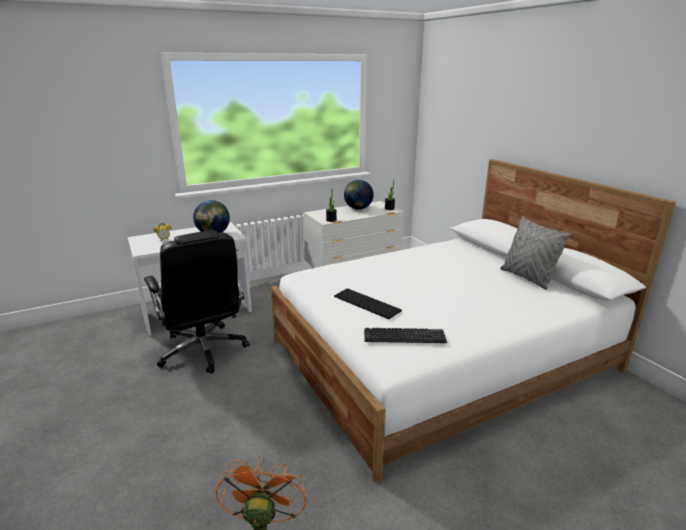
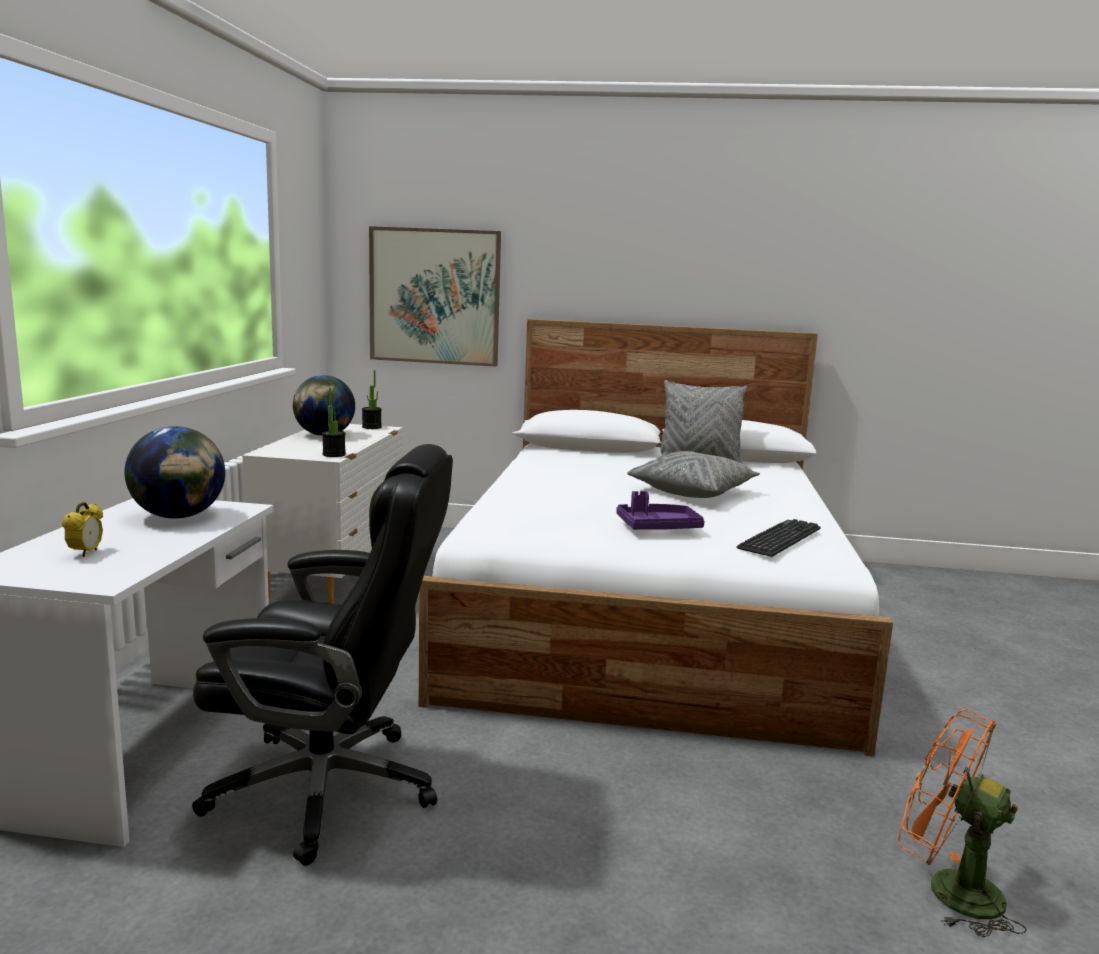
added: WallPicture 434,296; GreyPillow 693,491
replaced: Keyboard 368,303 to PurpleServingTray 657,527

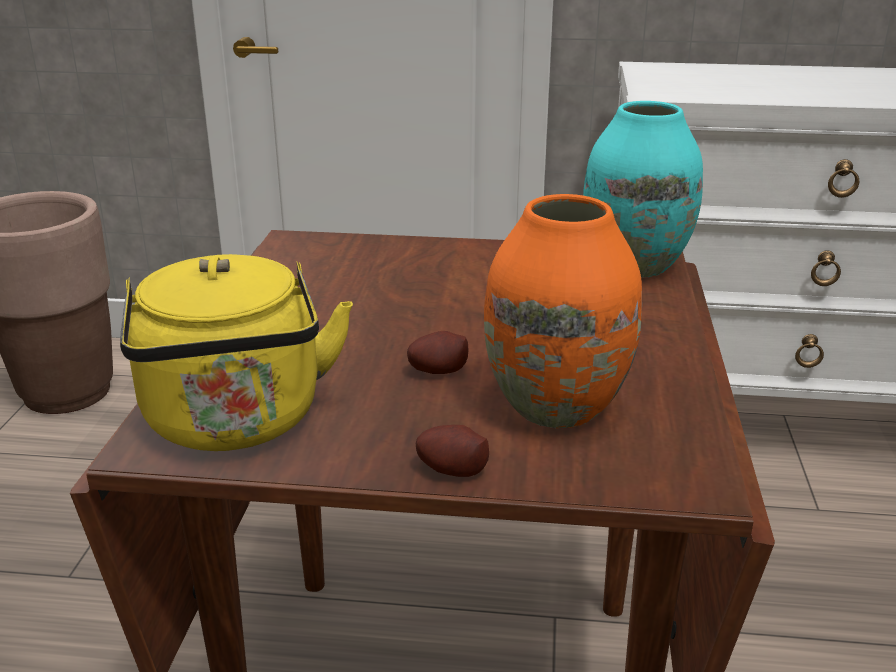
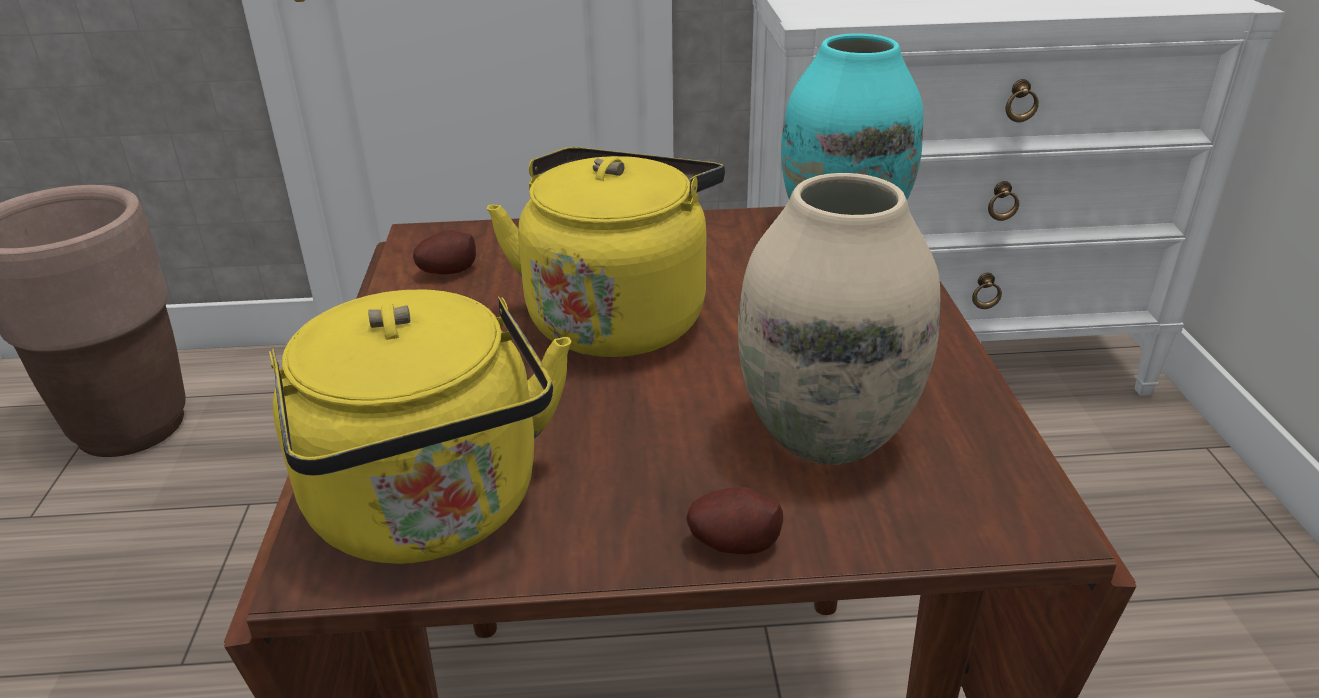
added: YellowColouredKettle 618,316
moved: Spud 437,370 to 447,271
recoloured: OrangeDecorativeVase 554,406 to BeigeDecorativeVase 824,433

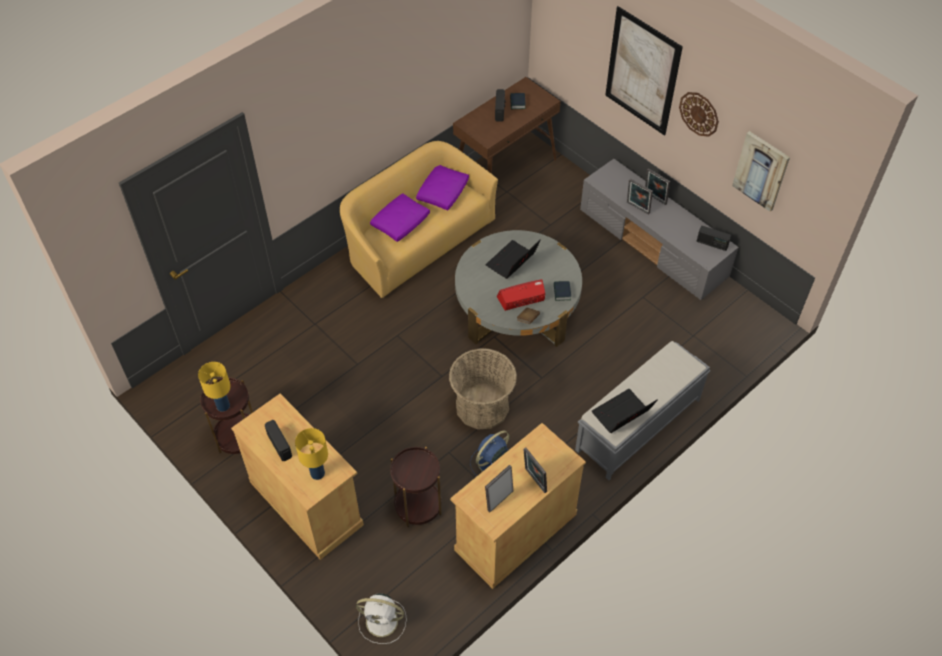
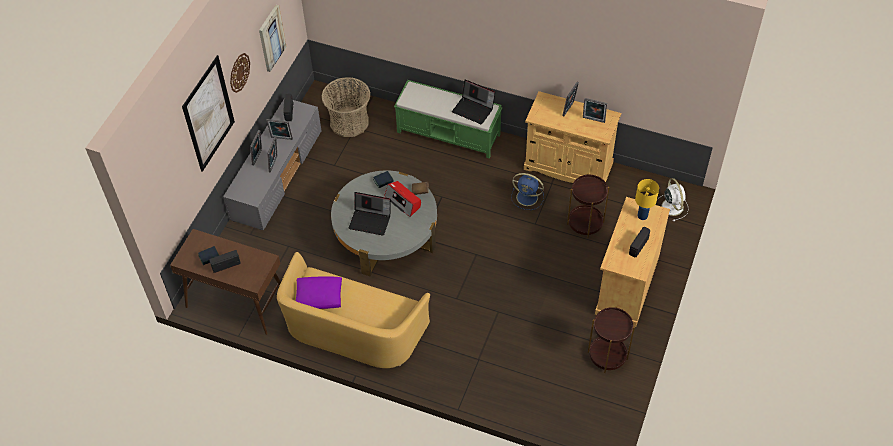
removed: YellowColouredLampForATable 223,405; PurplePillow 400,222
added: StandingFrame 281,139
moved: StorageBasket 482,406 to 349,122
recoloured: GreyLongSeat 637,425 to GreenLongSeat 449,133

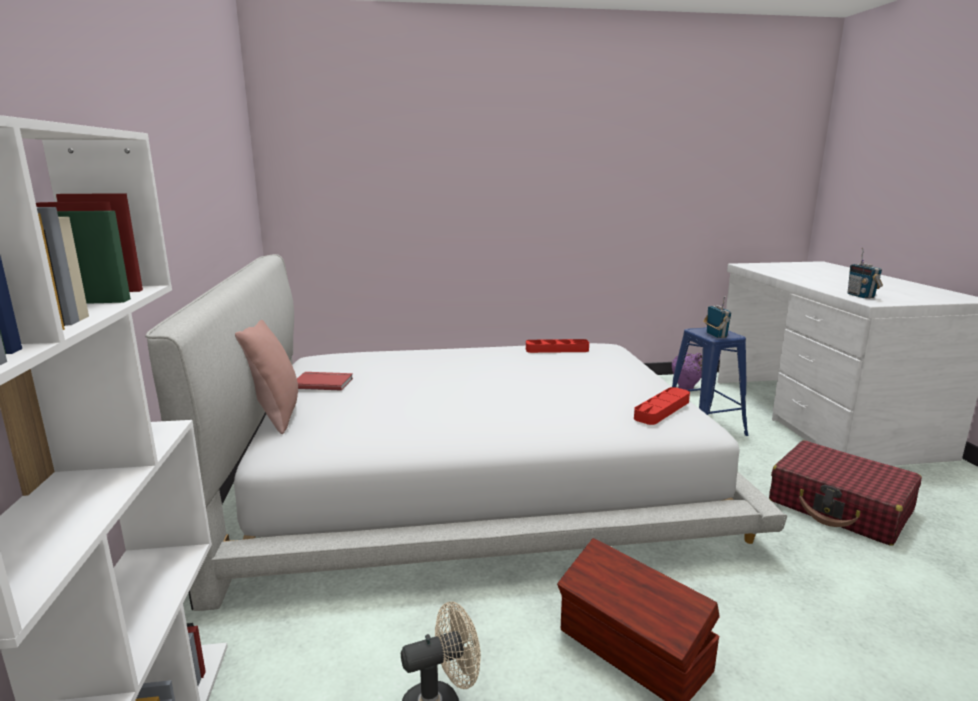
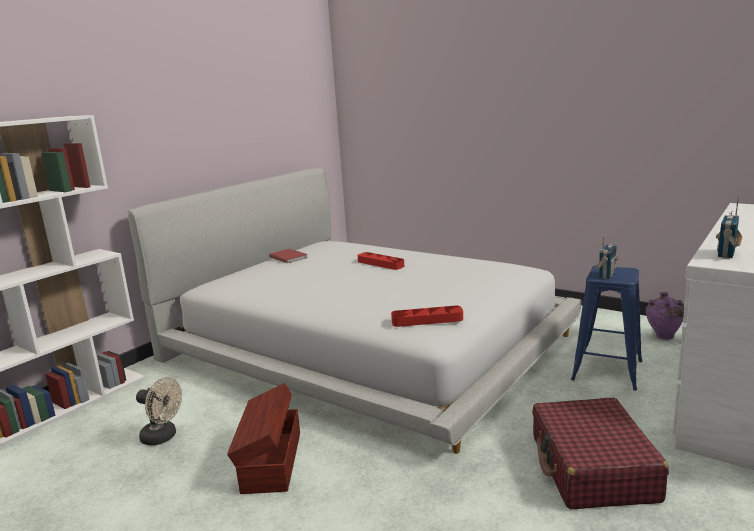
removed: PinkColouredPillow 274,414
moved: ReddishServingTray 557,349 to 380,264

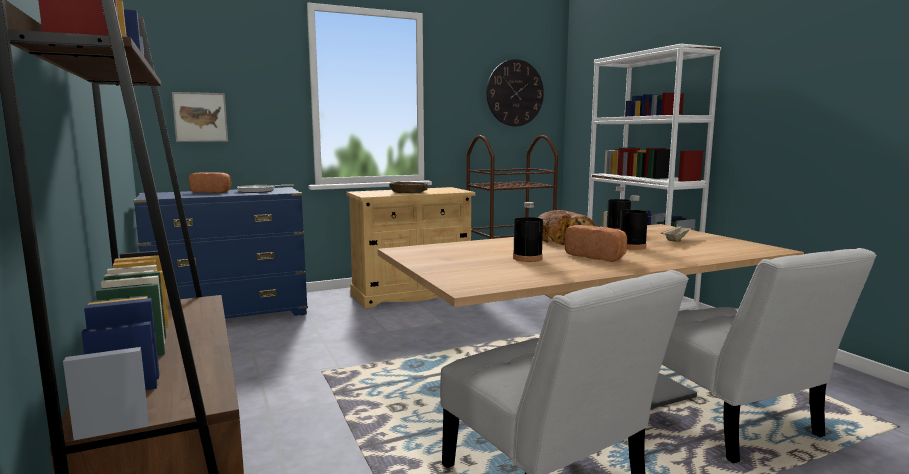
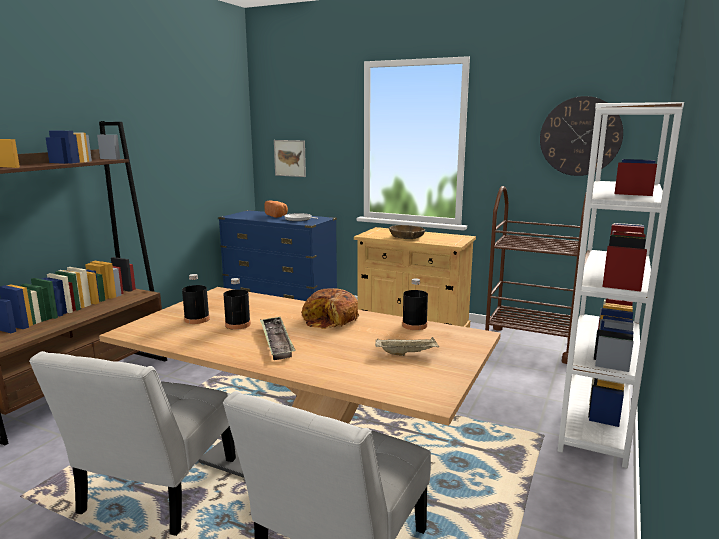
moved: BlackColouredBeverageBottle 632,247 to 197,319
replaced: BakeryBread 597,256 to ServingTray 276,341

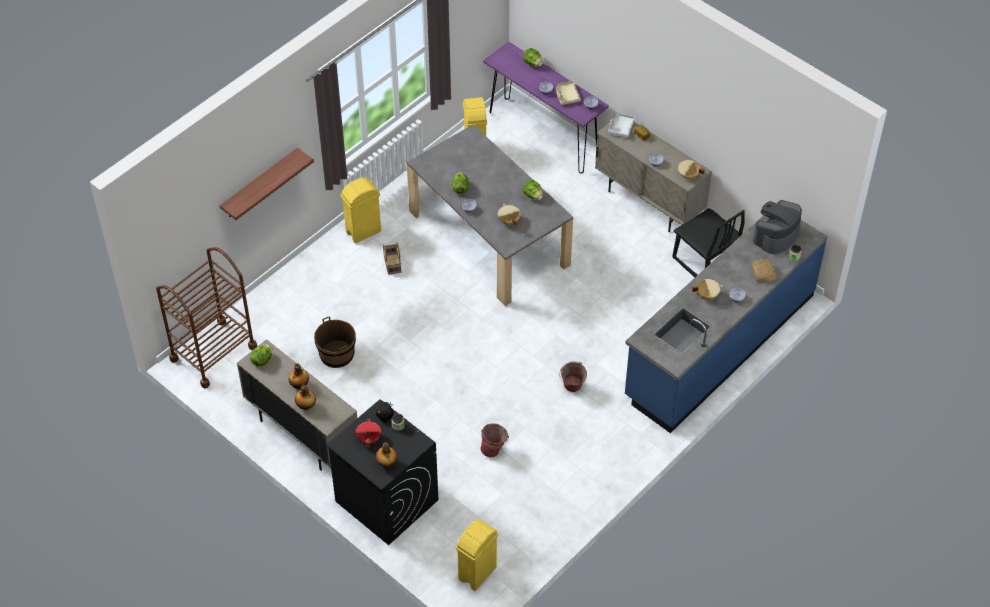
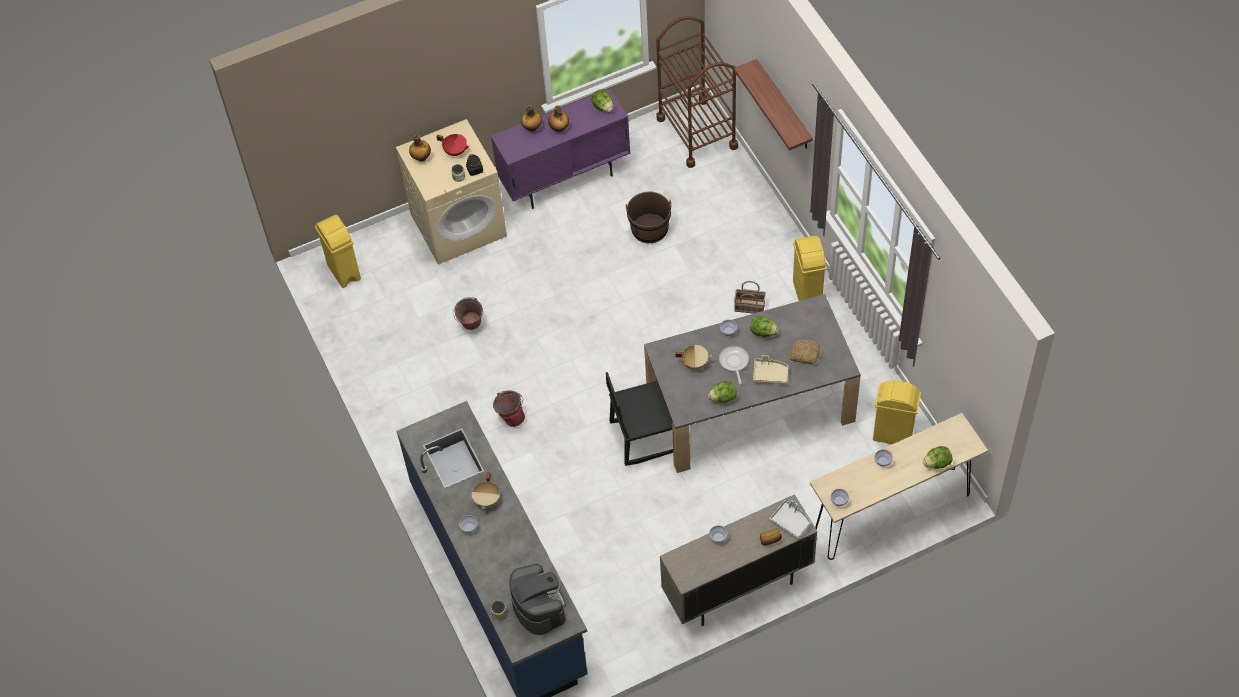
removed: BeigeStockpot 688,176
added: Pan 734,362
moved: BlackColouredPlainChair 704,262 to 645,436; BeigeServingTray 567,96 to 770,374; BakeryBread 763,273 to 804,354
recoloured: BlackColouredLaundryMachine 386,500 to BeigeLaundryMachine 459,224; BeigeStorageCabinet 303,435 to PurpleStorageCabinet 565,179; PurpleHallTable 543,135 to BeigeHallTable 892,514

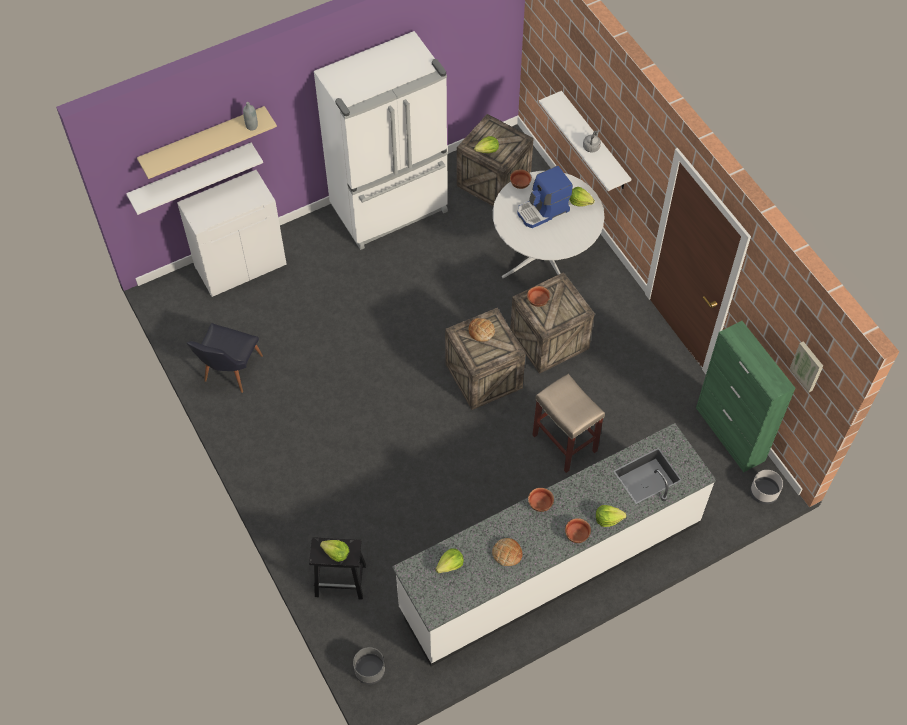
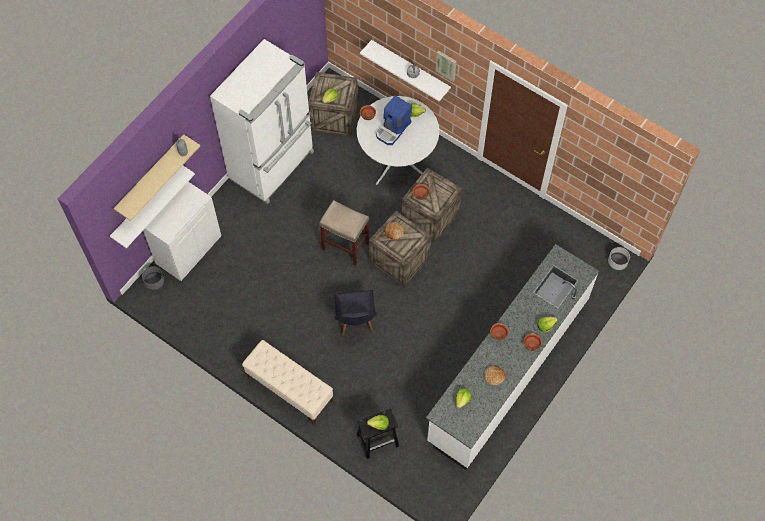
removed: GreenStorageCabinet 730,434
added: BeigeLongSeat 289,389
moved: GreyPlantPot 369,670 to 154,282; BeigeSittingStool 563,442 to 345,246; BlackColouredPlainChair 229,372 to 356,322; WallPicture 808,366 to 446,65

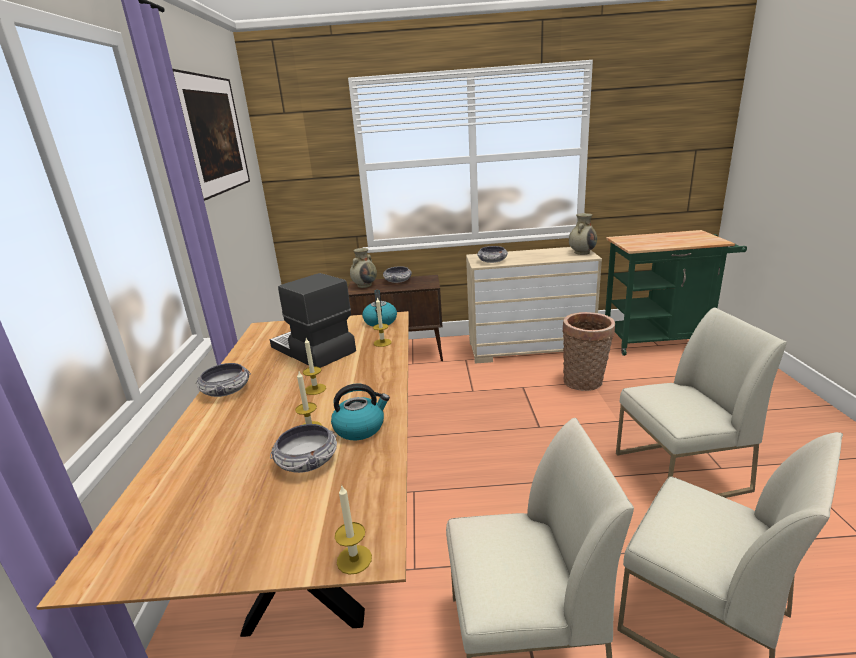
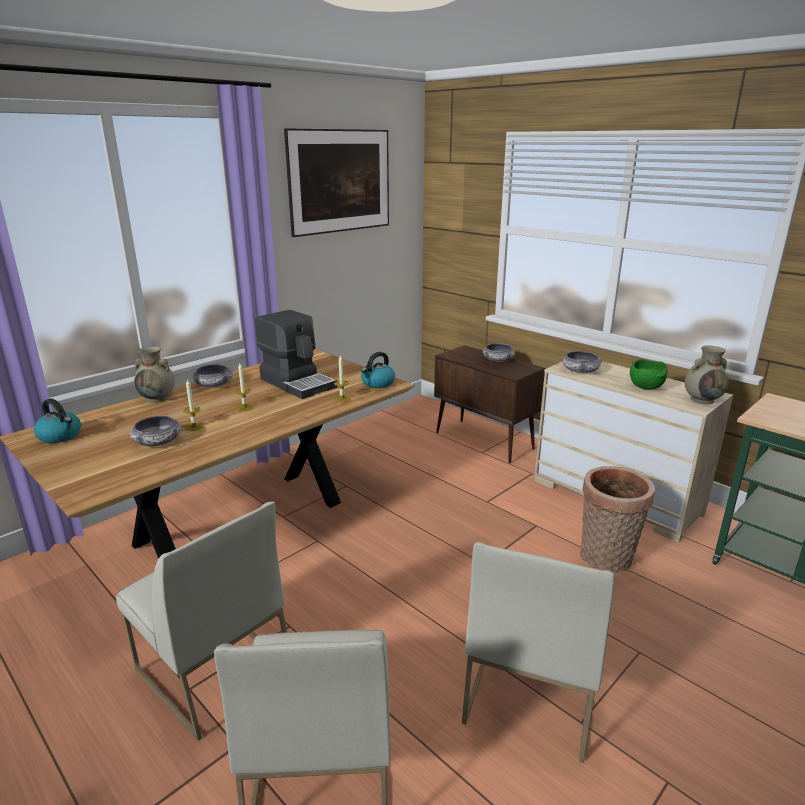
removed: WaxCandle 354,559
added: GreenBowl 647,388
moved: Kettle 360,428 to 60,436; BeigeDecorativeVase 365,285 to 158,398
turned: CoffeeMachine 312,350 = 298,383 135 degrees clockwise; WhitishPlainChair 680,472 = 530,690 75 degrees clockwise

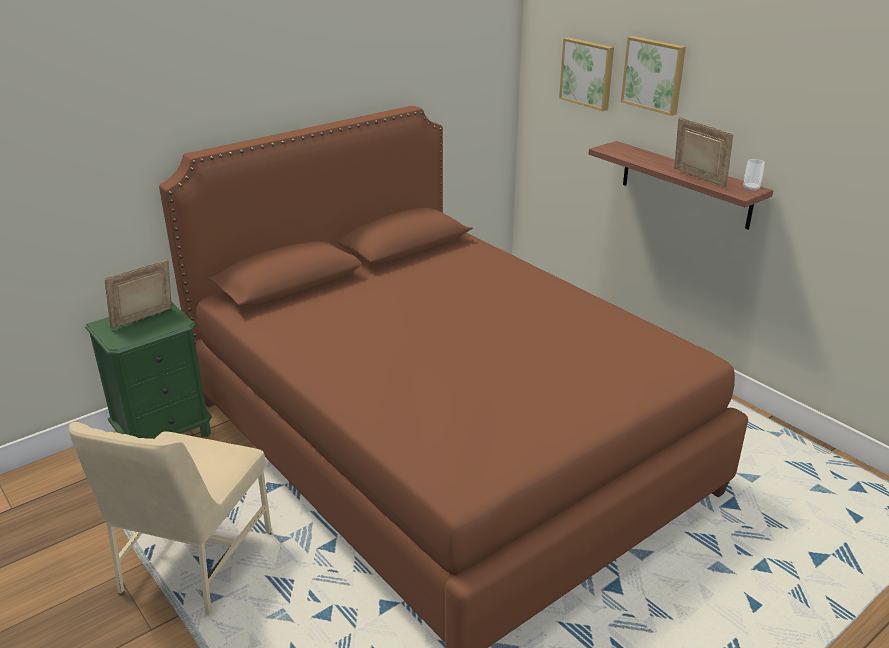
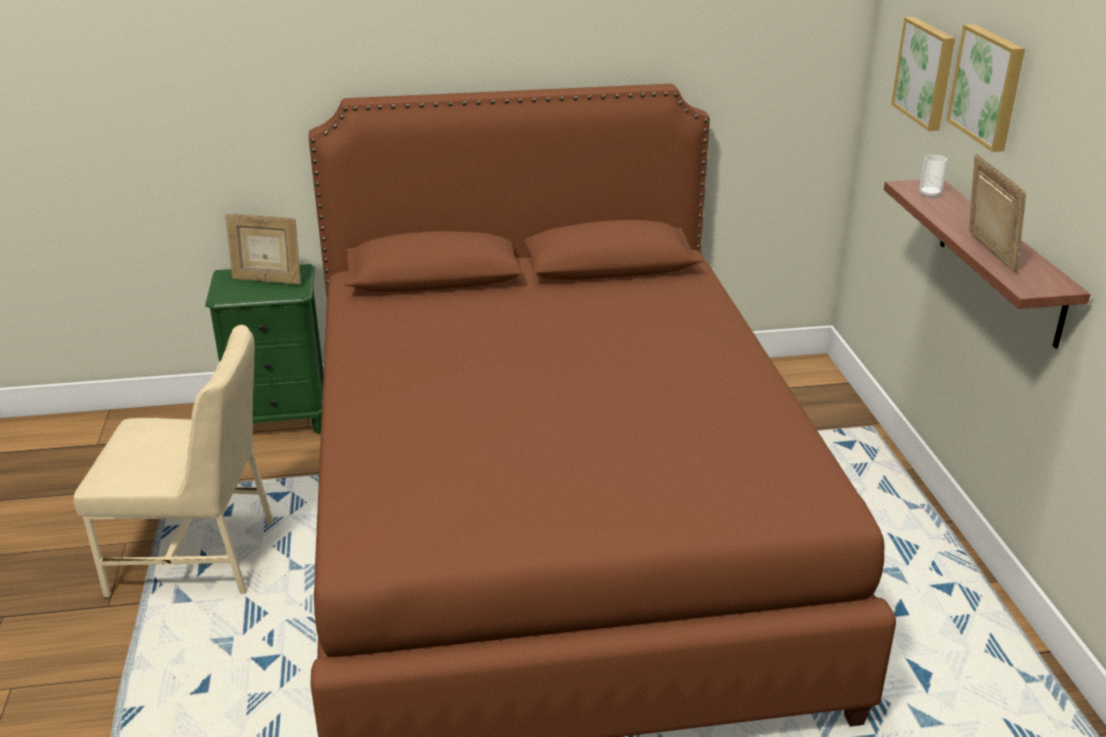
moved: DrinkingCup 751,189 to 929,195
turned: BeigePlainChair 193,562 = 196,557 135 degrees counterclockwise; StandingFrame 144,320 = 267,280 150 degrees counterclockwise

